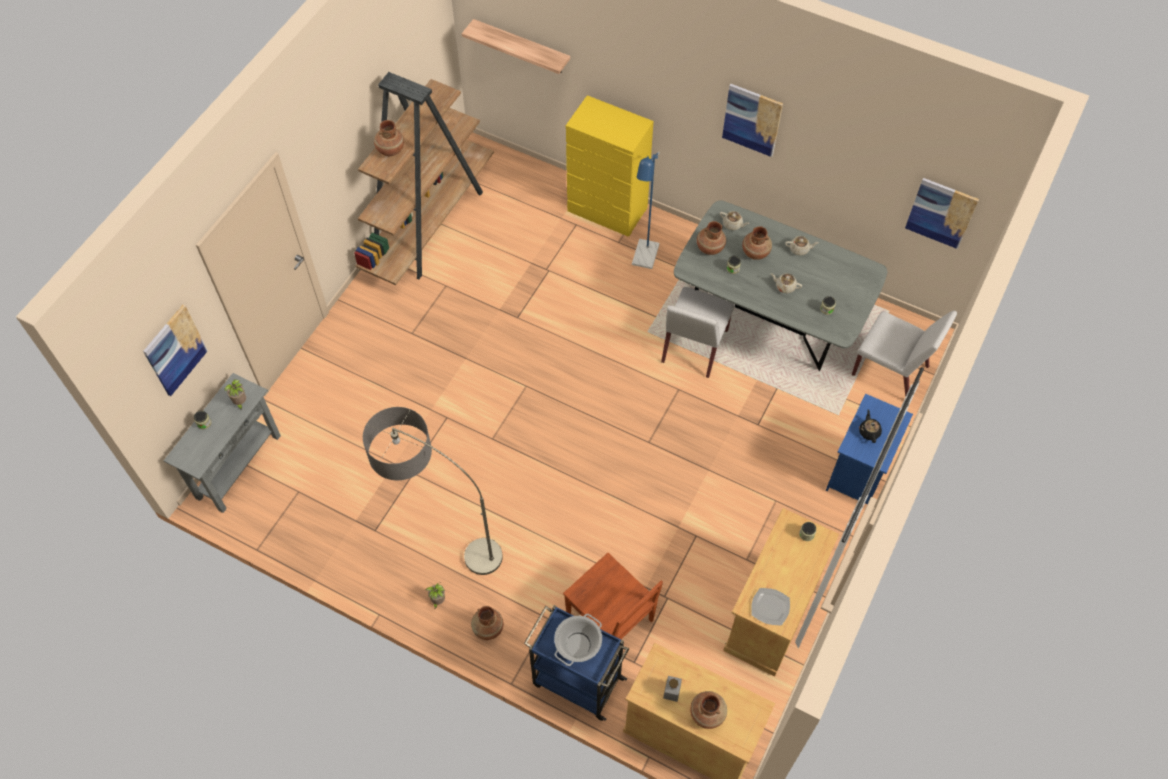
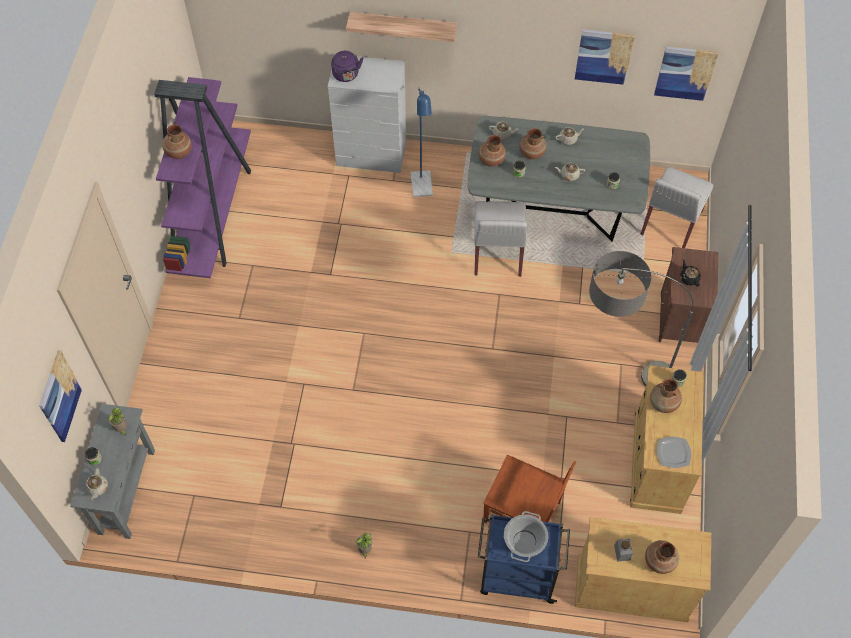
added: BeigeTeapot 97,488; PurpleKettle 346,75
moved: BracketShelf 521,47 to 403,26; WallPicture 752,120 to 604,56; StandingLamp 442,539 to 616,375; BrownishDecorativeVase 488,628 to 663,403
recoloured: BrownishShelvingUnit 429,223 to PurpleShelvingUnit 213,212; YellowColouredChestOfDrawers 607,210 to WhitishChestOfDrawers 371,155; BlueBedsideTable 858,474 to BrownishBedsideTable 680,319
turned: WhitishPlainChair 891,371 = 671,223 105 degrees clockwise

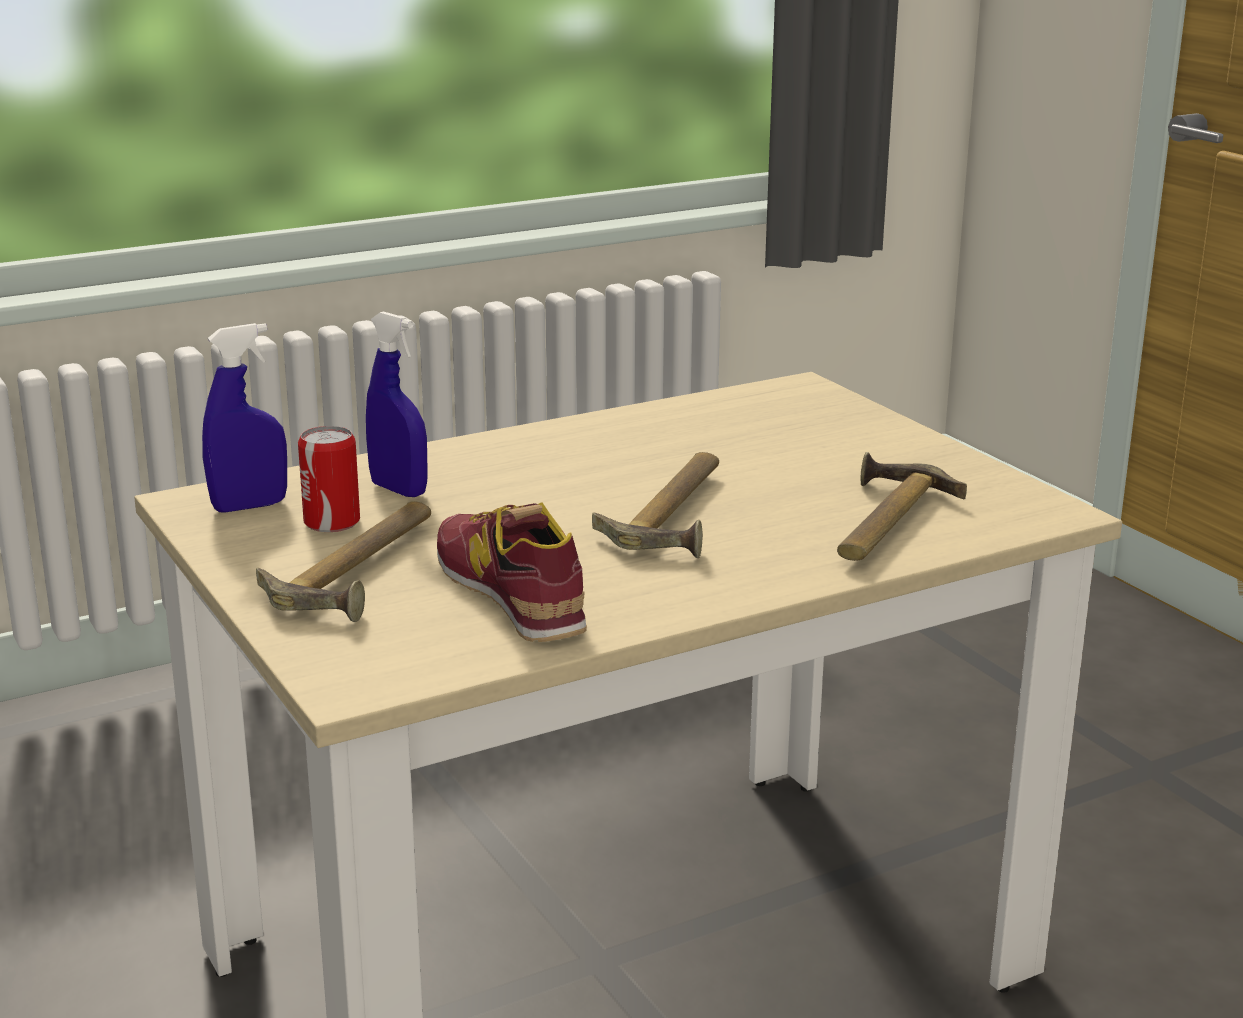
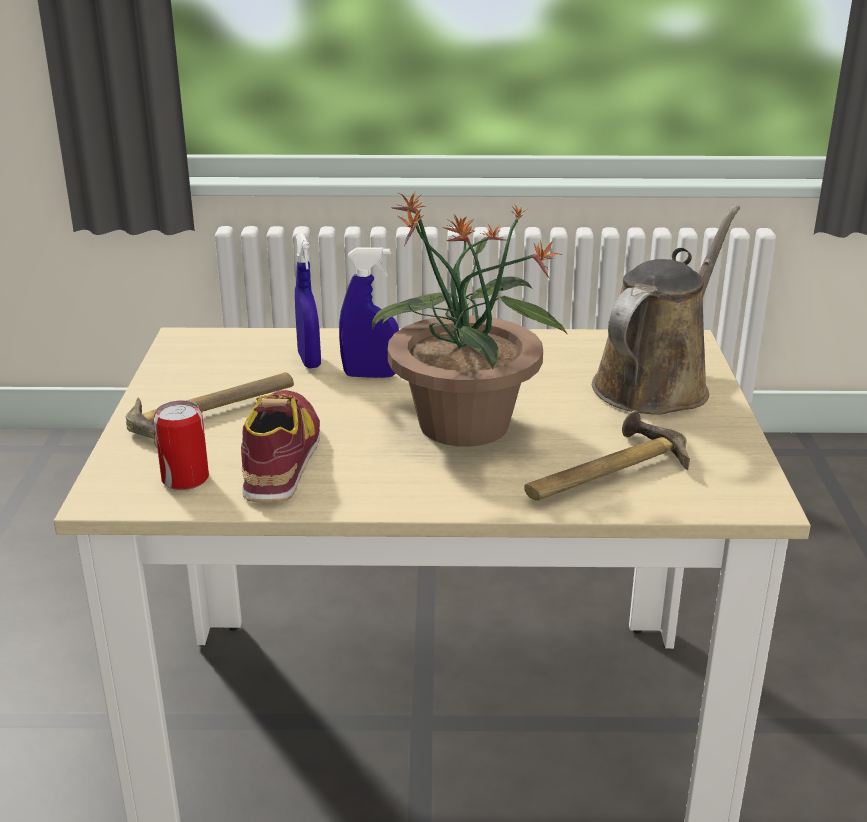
added: BrownishWateringCan 656,384
moved: SealedCan 332,522 to 185,479; BlueHandSprayer 249,506 to 370,375
replaced: ToolHammer 680,515 to PottedPlant 464,426

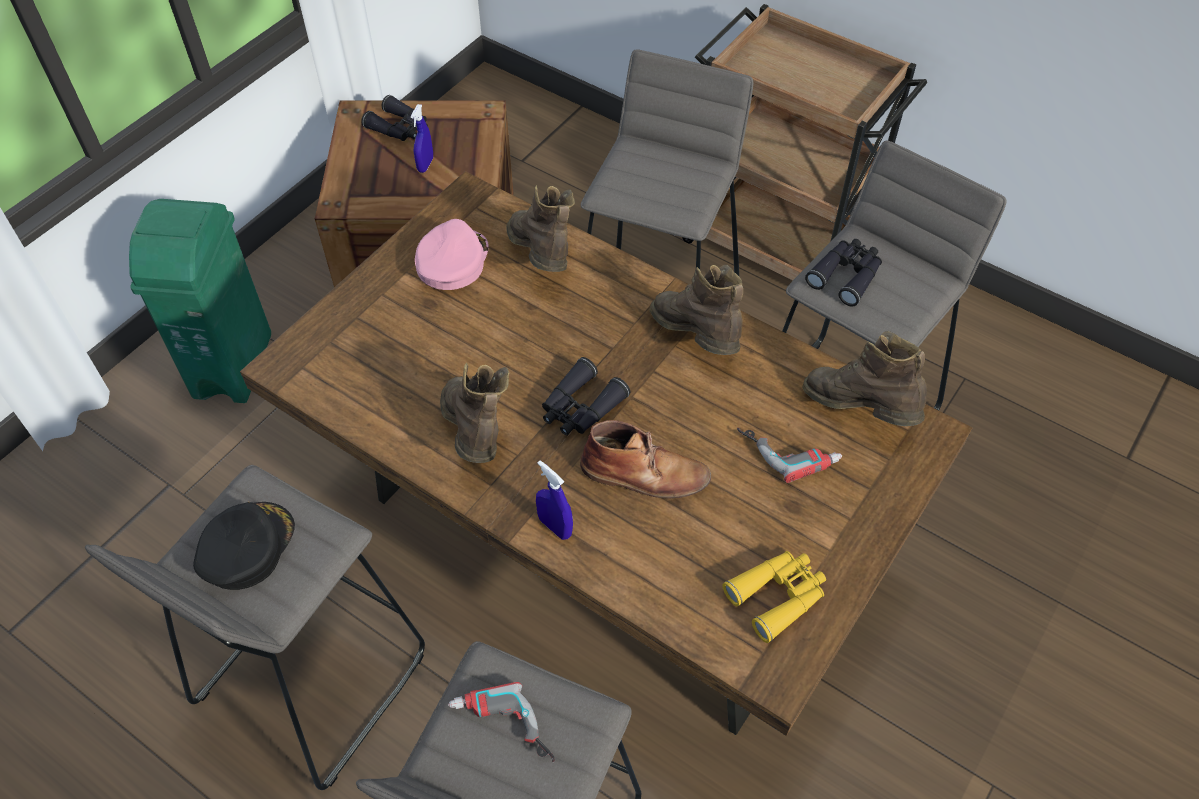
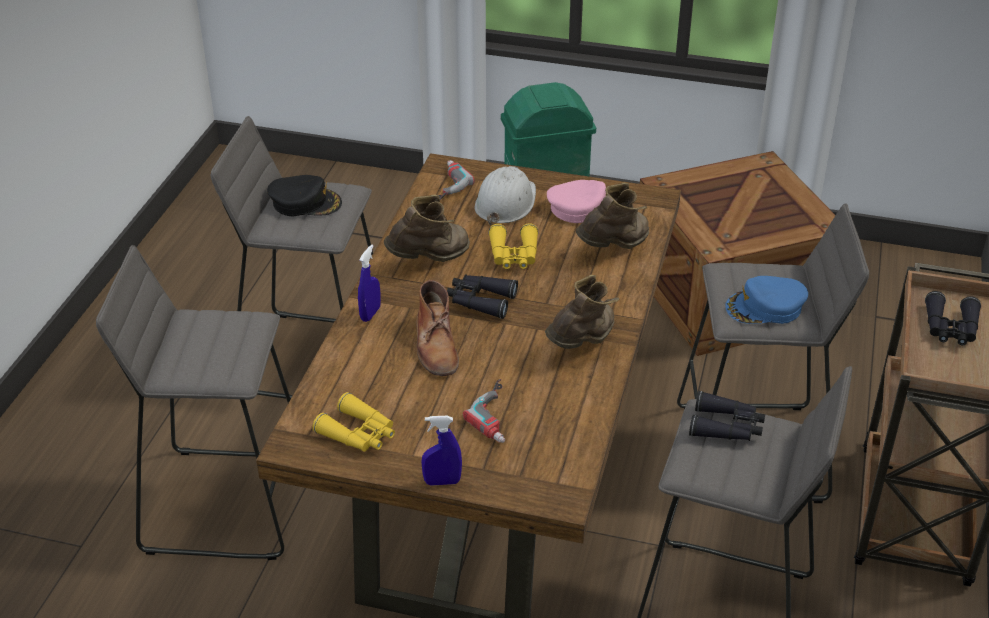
removed: BrownishBoot 860,411
added: WhitishWorkHelmet 505,203; YellowColouredBinoculars 514,256; BluePeakedCap 765,307
moved: BlueHandSprayer 425,165 to 442,482; Drill 500,732 to 444,185; BlackColouredBinoculars 399,128 to 950,328

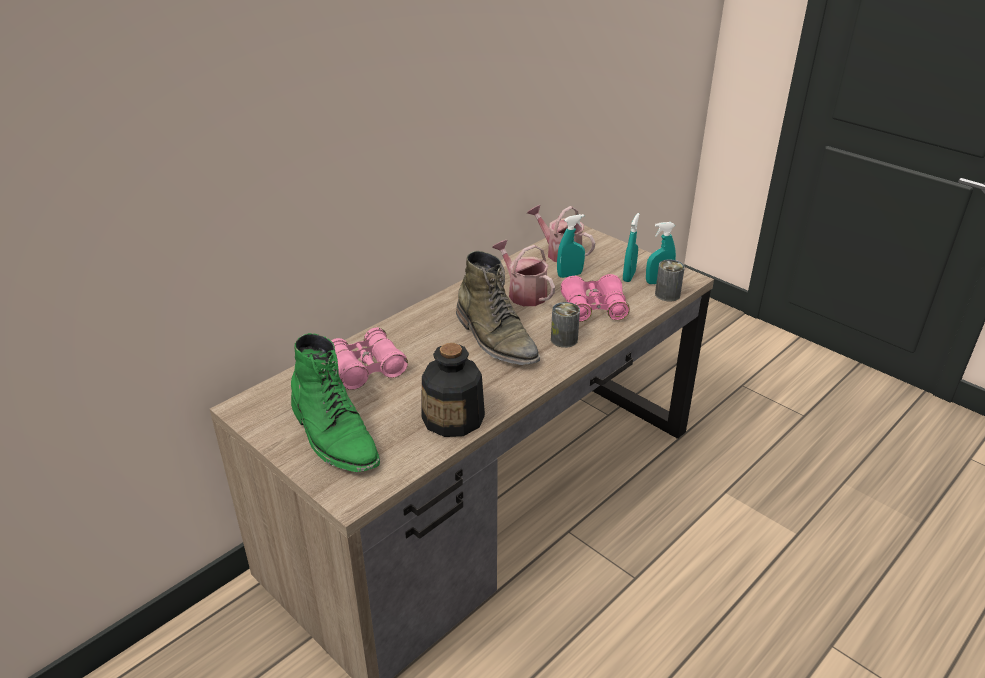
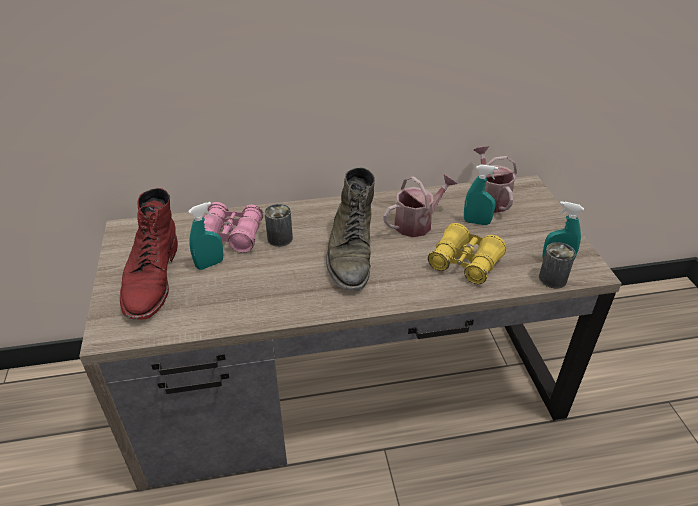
removed: BeverageBottle 454,418
moved: BlueGreenHandSprayer 629,276 to 210,264; SealedCan 564,339 to 280,238
recoloured: GreenBoot 334,435 to ReddishBoot 152,279; PinkColouredBinoculars 594,308 to YellowColouredBinoculars 465,263
turned: WateringCan 523,293 = 417,223 60 degrees clockwise

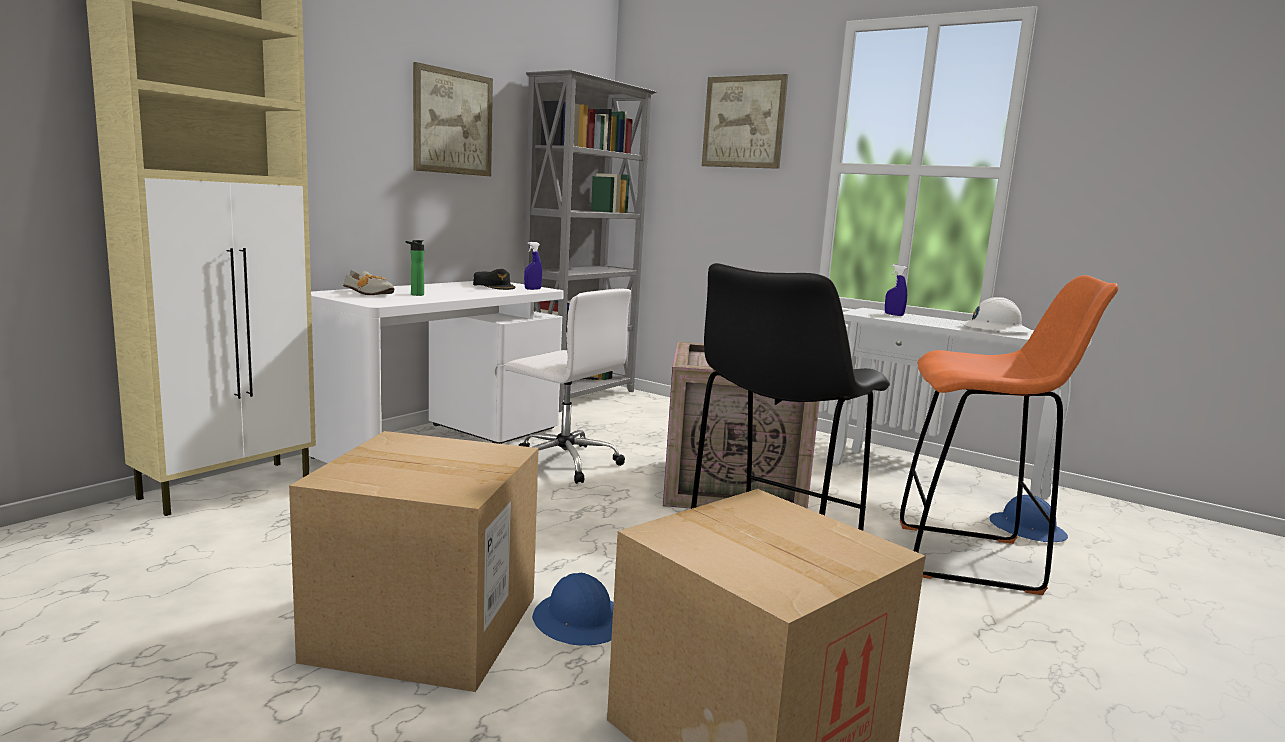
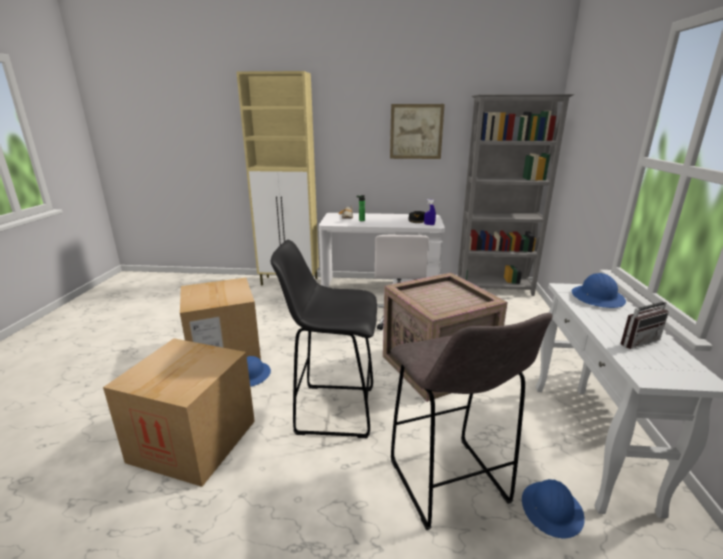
removed: WallPicture 743,122
replaced: BlueHandSprayer 894,315 to BlueWorkHelmet 597,298; WhitishWorkHelmet 994,329 to Radio 634,340
recoloured: OrangeSittingStool 972,559 to GreySittingStool 449,484

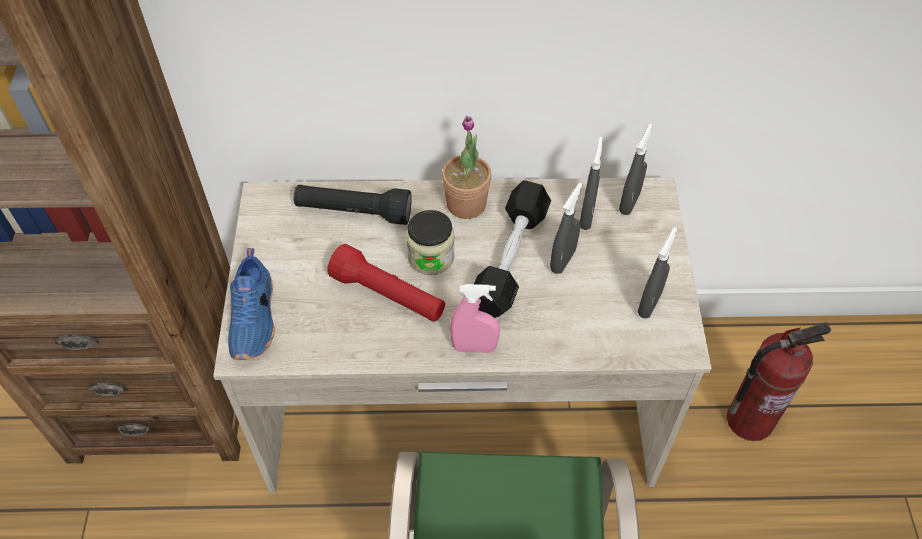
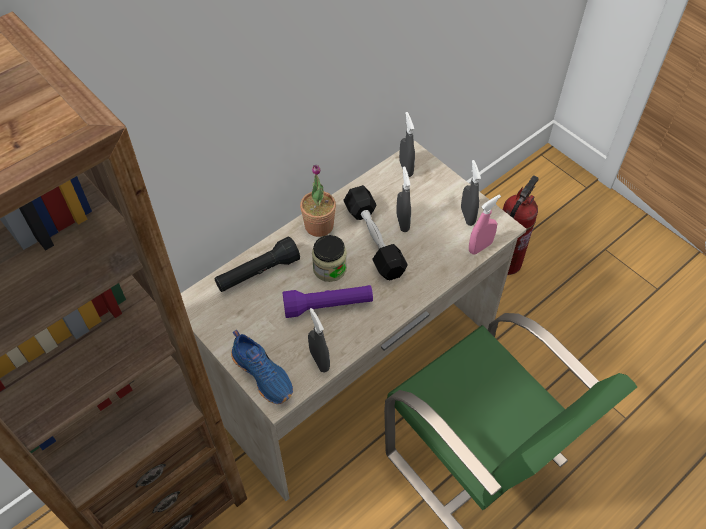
moved: GreyHandSprayer 586,216 to 319,360; PinkColouredHandSprayer 474,347 to 480,247
recoloured: ReddishHandTorch 388,295 to PurpleHandTorch 328,306

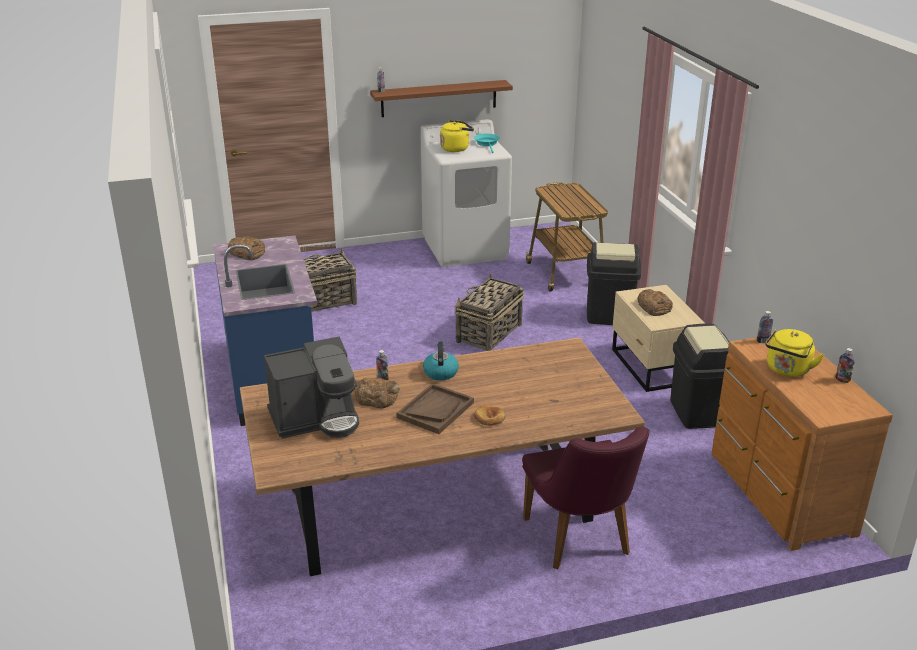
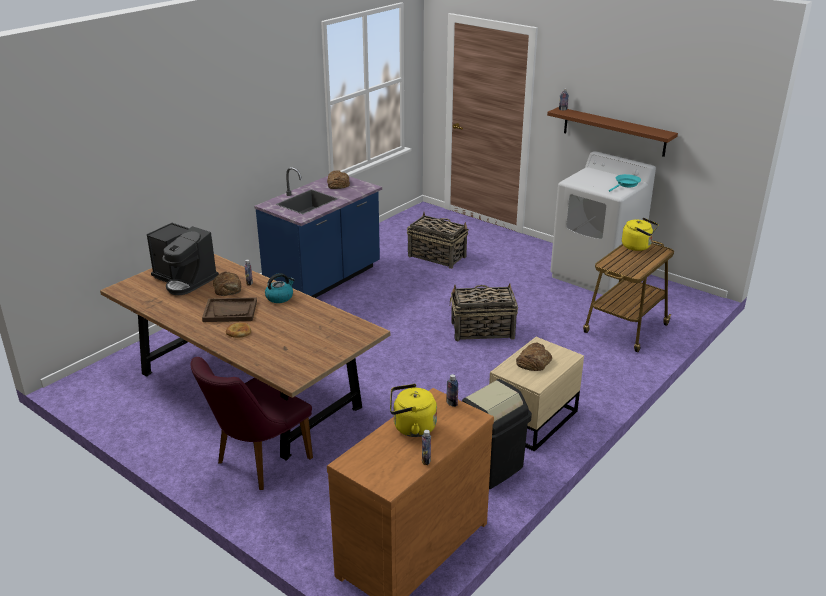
removed: BlackColouredWasteBin 609,315
moved: YellowColouredKettle 456,148 to 638,246

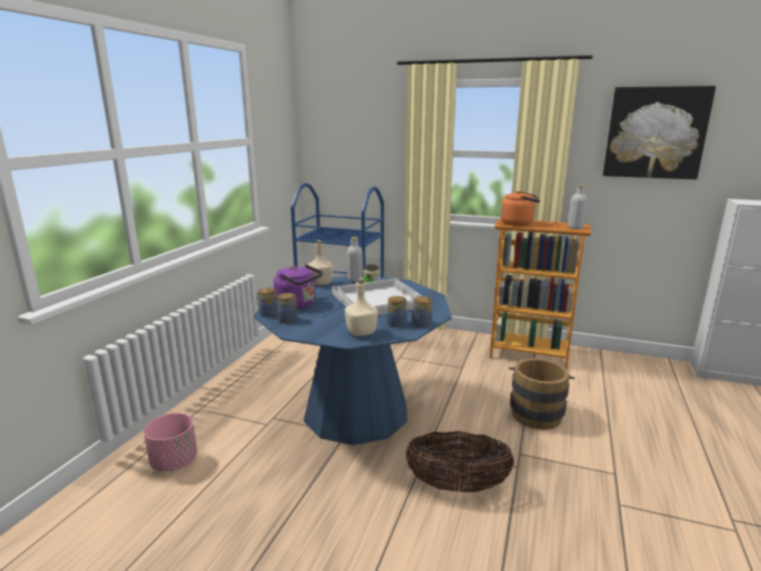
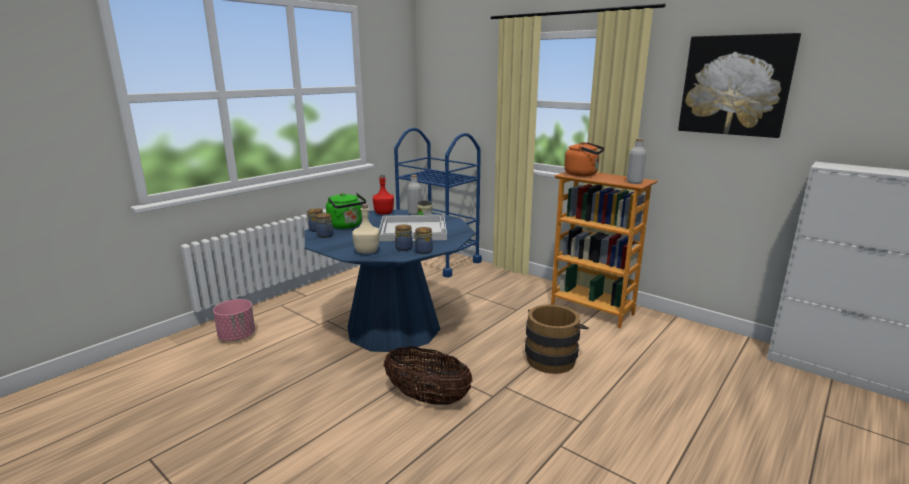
recoloured: PurpleKettle 298,304 to GreenKettle 346,226; BeigeBeverageBottle 321,283 to ReddishBeverageBottle 384,213

